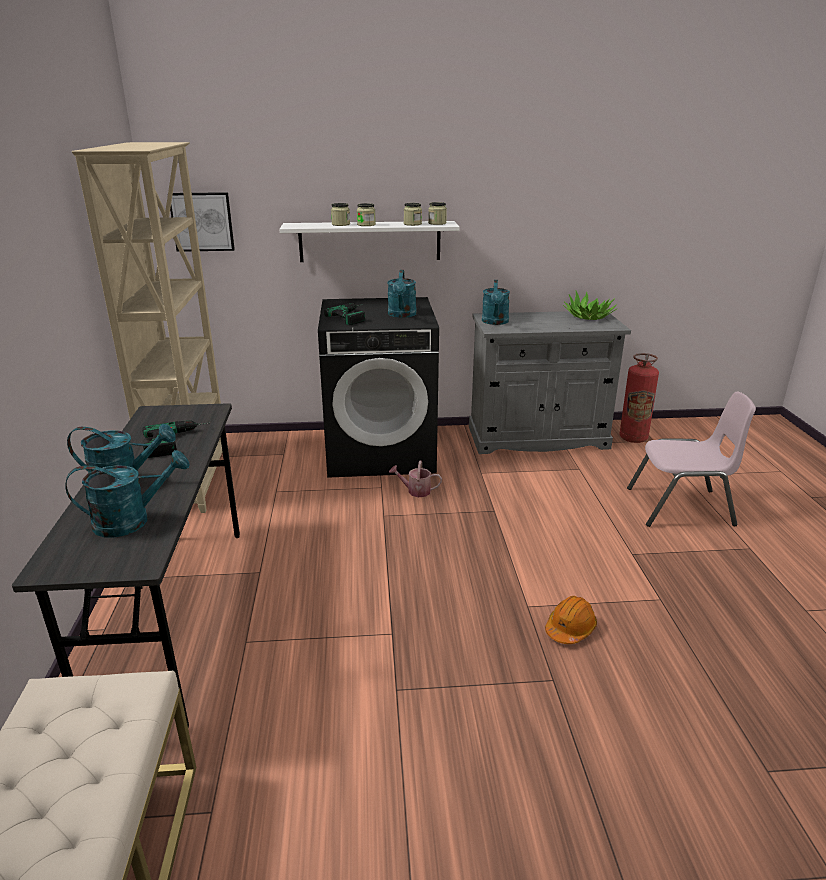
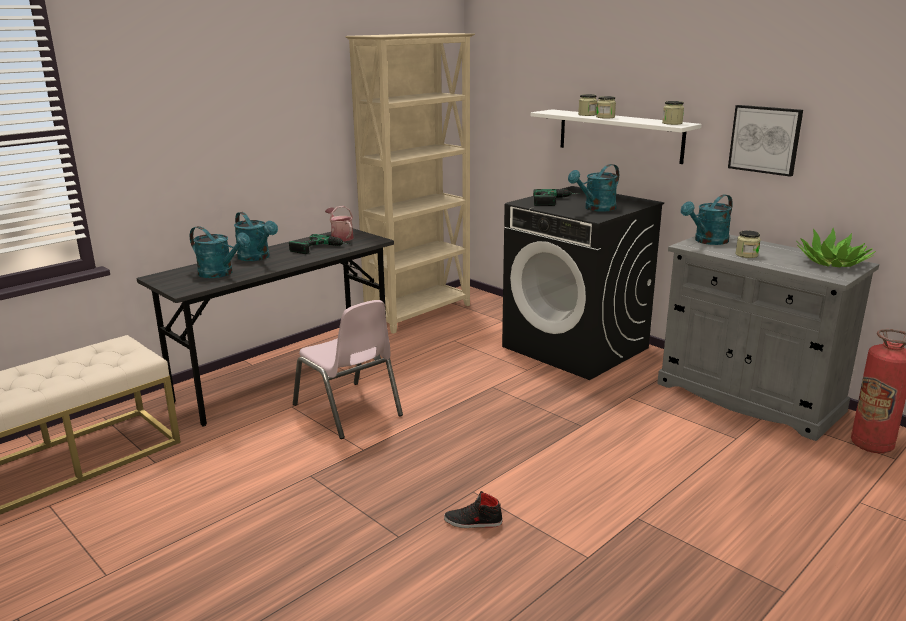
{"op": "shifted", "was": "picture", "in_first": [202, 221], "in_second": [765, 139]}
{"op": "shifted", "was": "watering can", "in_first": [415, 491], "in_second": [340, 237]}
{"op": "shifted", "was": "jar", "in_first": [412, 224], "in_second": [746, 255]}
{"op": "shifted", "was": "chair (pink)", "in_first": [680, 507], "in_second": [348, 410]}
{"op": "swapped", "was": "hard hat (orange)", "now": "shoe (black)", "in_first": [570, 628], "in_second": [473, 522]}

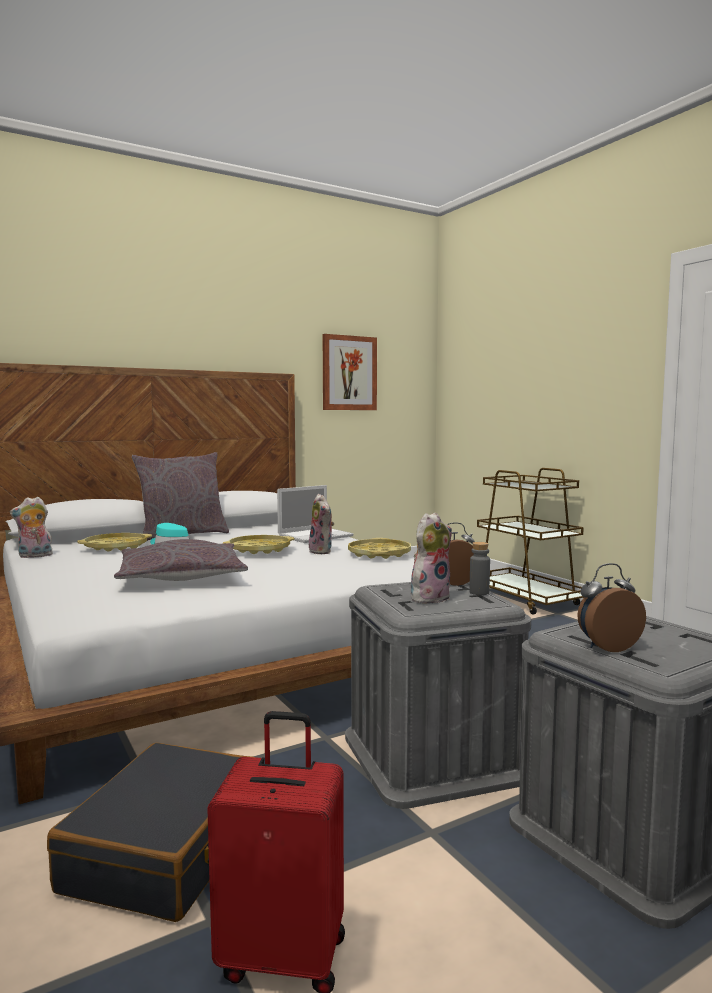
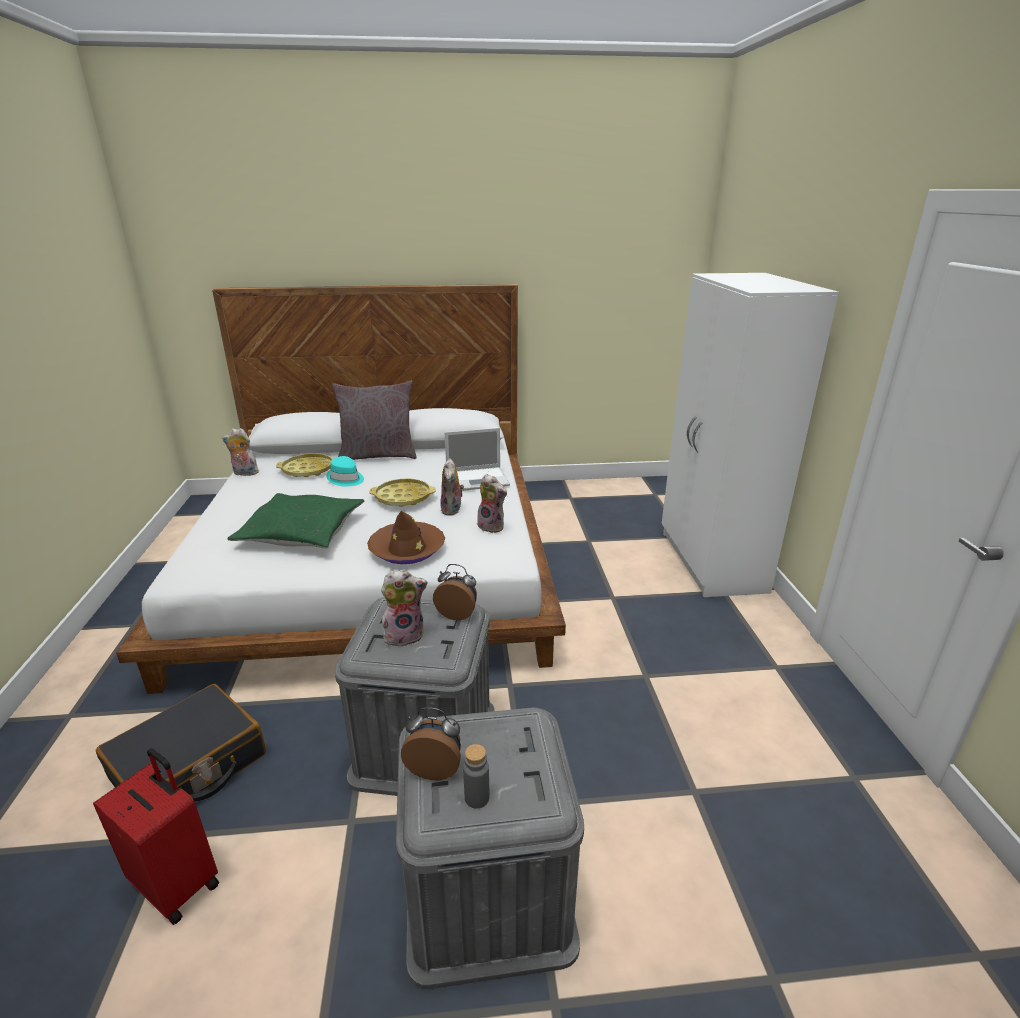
{"op": "gone", "was": "picture", "in_first": [349, 373]}
{"op": "new", "now": "hat (brown)", "in_second": [407, 549]}
{"op": "shifted", "was": "bottle (grey)", "in_first": [479, 592], "in_second": [477, 798]}
{"op": "swapped", "was": "tray (yellow)", "now": "plush toy", "in_first": [379, 554], "in_second": [492, 526]}
{"op": "swapped", "was": "cart (brown)", "now": "wardrobe (white)", "in_first": [526, 600], "in_second": [711, 562]}
{"op": "repainted", "was": "pillow (grey)", "now": "pillow (green)", "in_first": [181, 577], "in_second": [302, 532]}

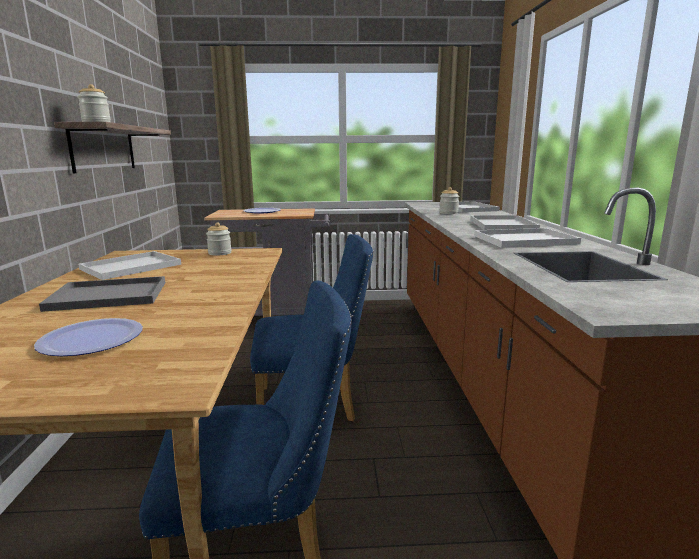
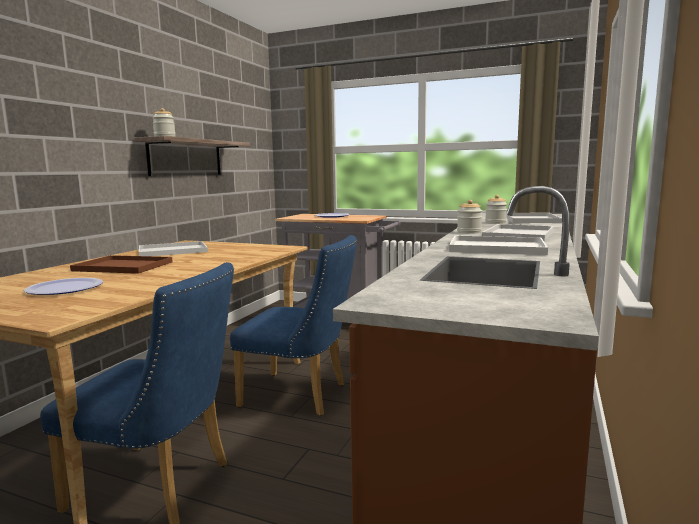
{"op": "shifted", "was": "jar", "in_first": [220, 253], "in_second": [469, 232]}
{"op": "repainted", "was": "tray (grey)", "now": "tray (brown)", "in_first": [106, 296], "in_second": [121, 266]}

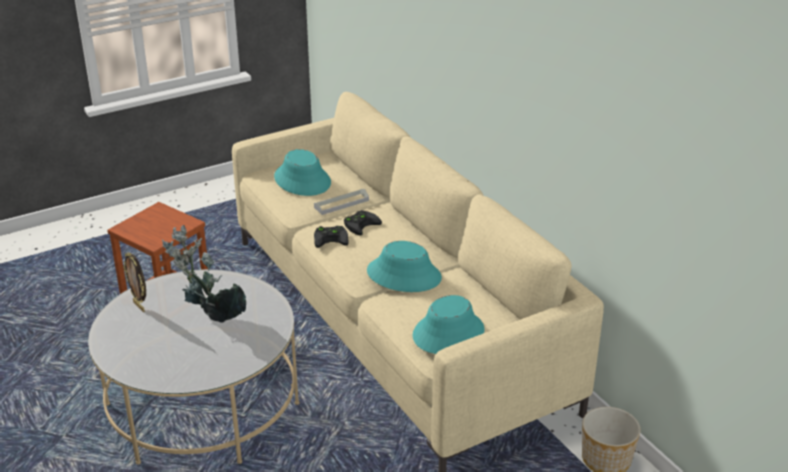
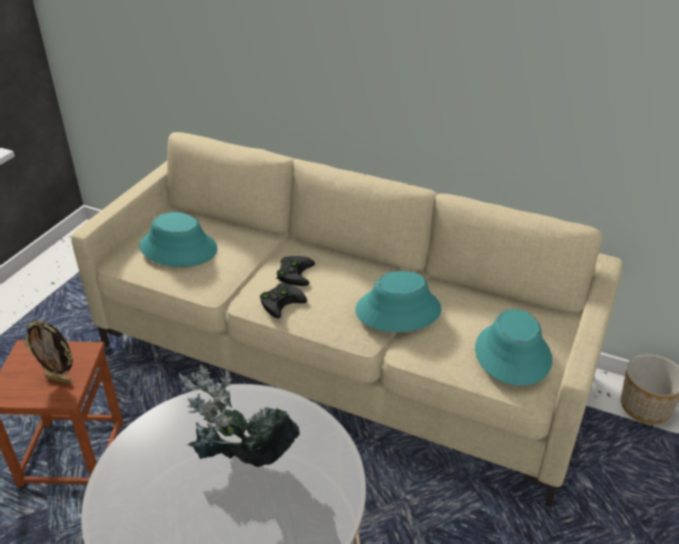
{"op": "gone", "was": "tray (grey)", "in_first": [341, 204]}
{"op": "shifted", "was": "picture frame", "in_first": [140, 306], "in_second": [60, 380]}

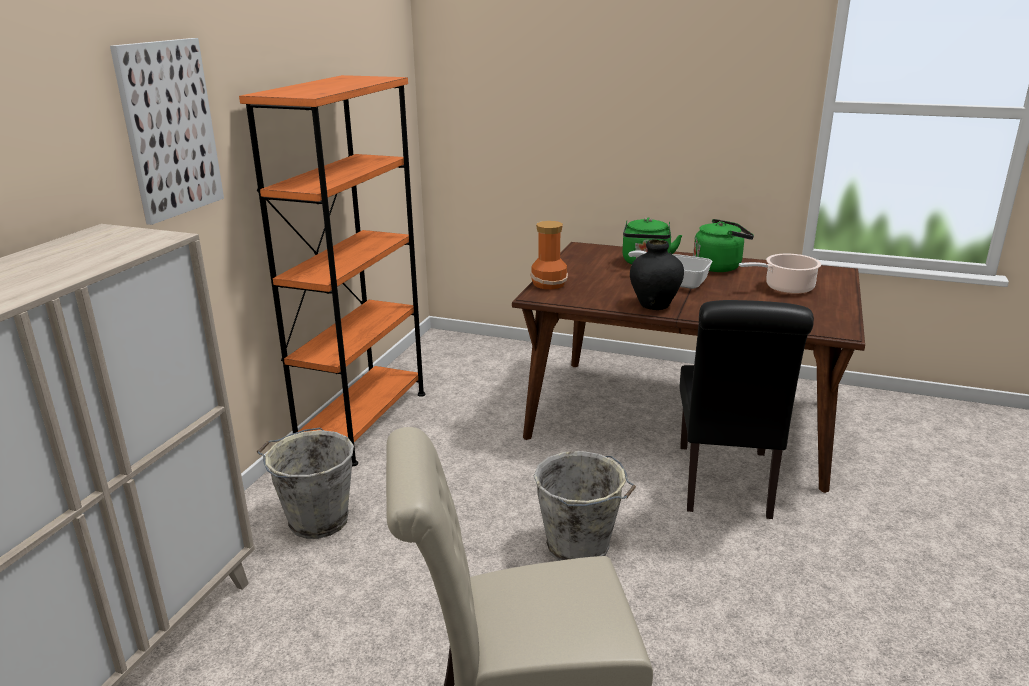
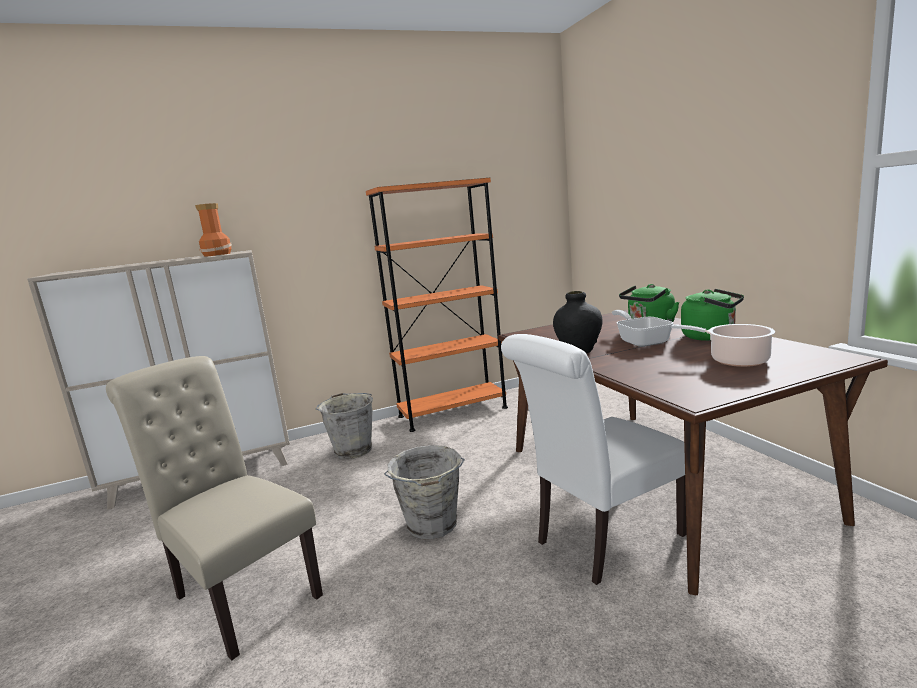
{"op": "gone", "was": "picture", "in_first": [169, 129]}
{"op": "shifted", "was": "vase", "in_first": [548, 283], "in_second": [218, 254]}
{"op": "repainted", "was": "chair (black)", "now": "chair (white)", "in_first": [725, 485], "in_second": [603, 541]}

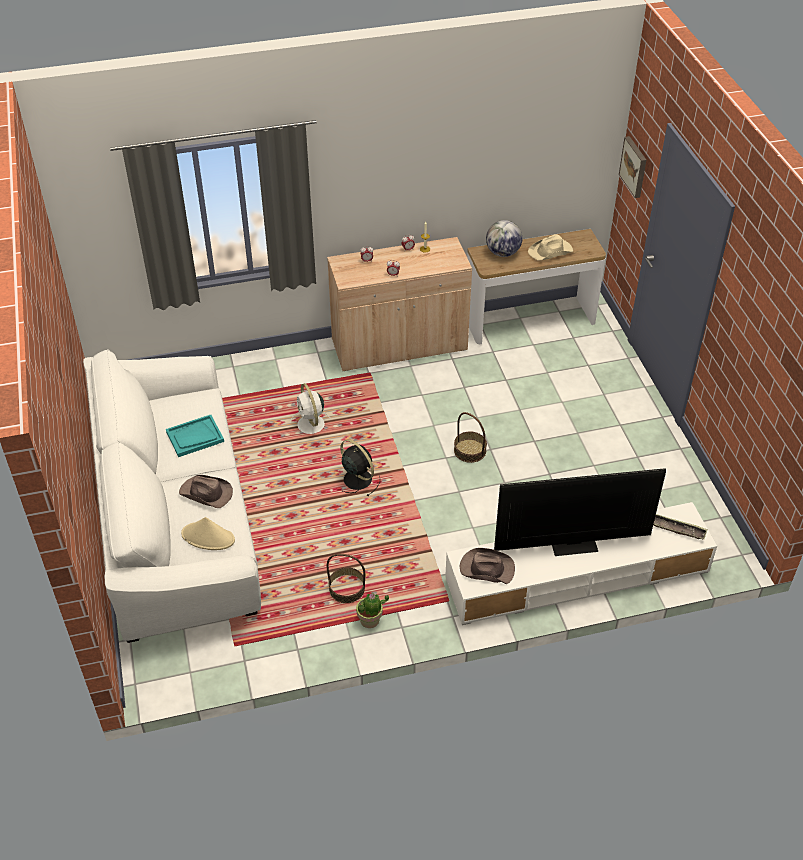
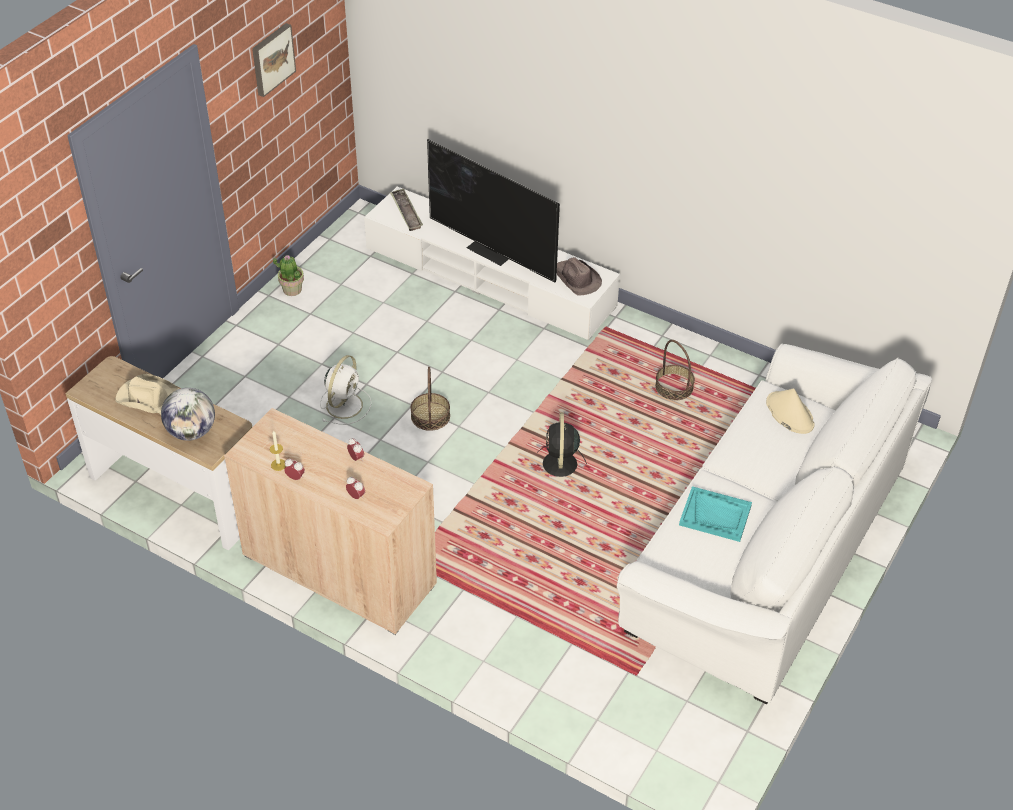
{"op": "gone", "was": "hat (brown)", "in_first": [206, 493]}
{"op": "shifted", "was": "fan (white)", "in_first": [311, 425], "in_second": [345, 404]}
{"op": "shifted", "was": "potted plant", "in_first": [370, 620], "in_second": [292, 289]}
{"op": "shifted", "was": "picture", "in_first": [634, 166], "in_second": [272, 59]}

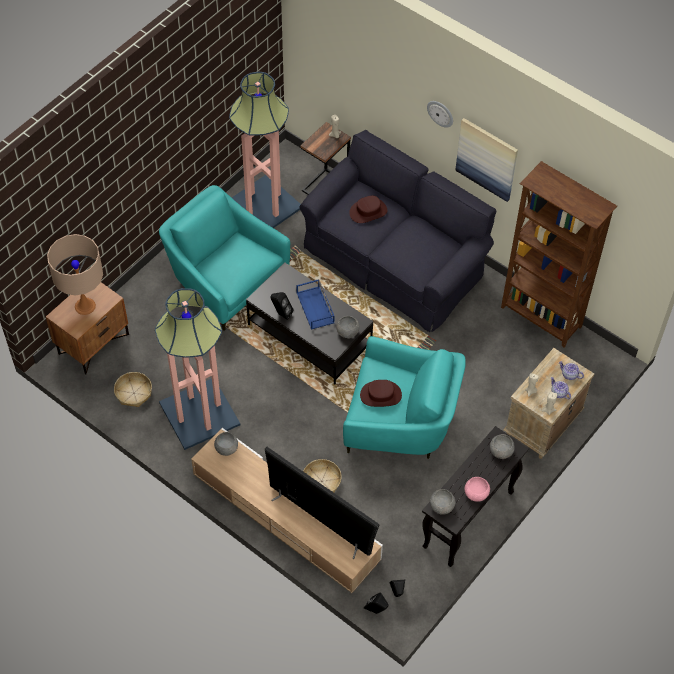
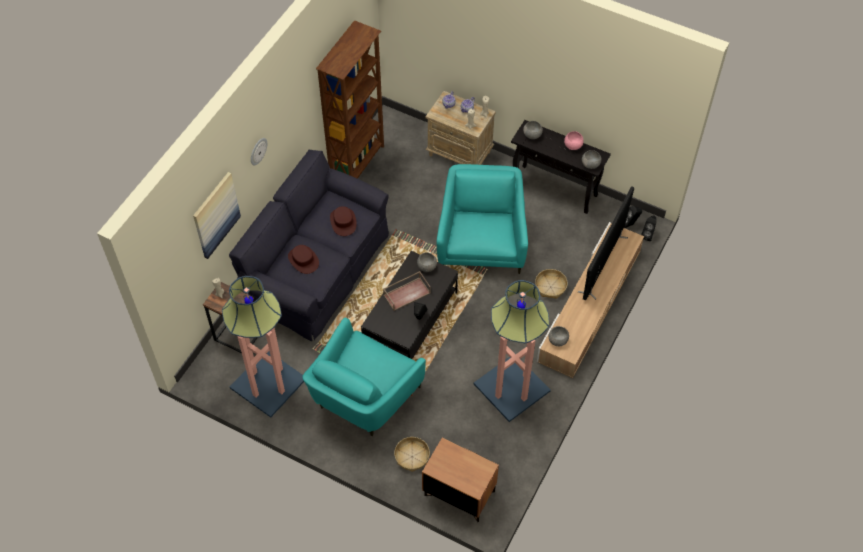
{"op": "gone", "was": "table lamp (beige)", "in_first": [85, 306]}
{"op": "shifted", "was": "basket", "in_first": [133, 393], "in_second": [412, 456]}
{"op": "shifted", "was": "hat (brown)", "in_first": [380, 395], "in_second": [343, 222]}
{"op": "shifted", "was": "picture", "in_first": [487, 159], "in_second": [215, 215]}
{"op": "repainted", "was": "tray (blue)", "now": "tray (brown)", "in_first": [316, 308], "in_second": [407, 293]}

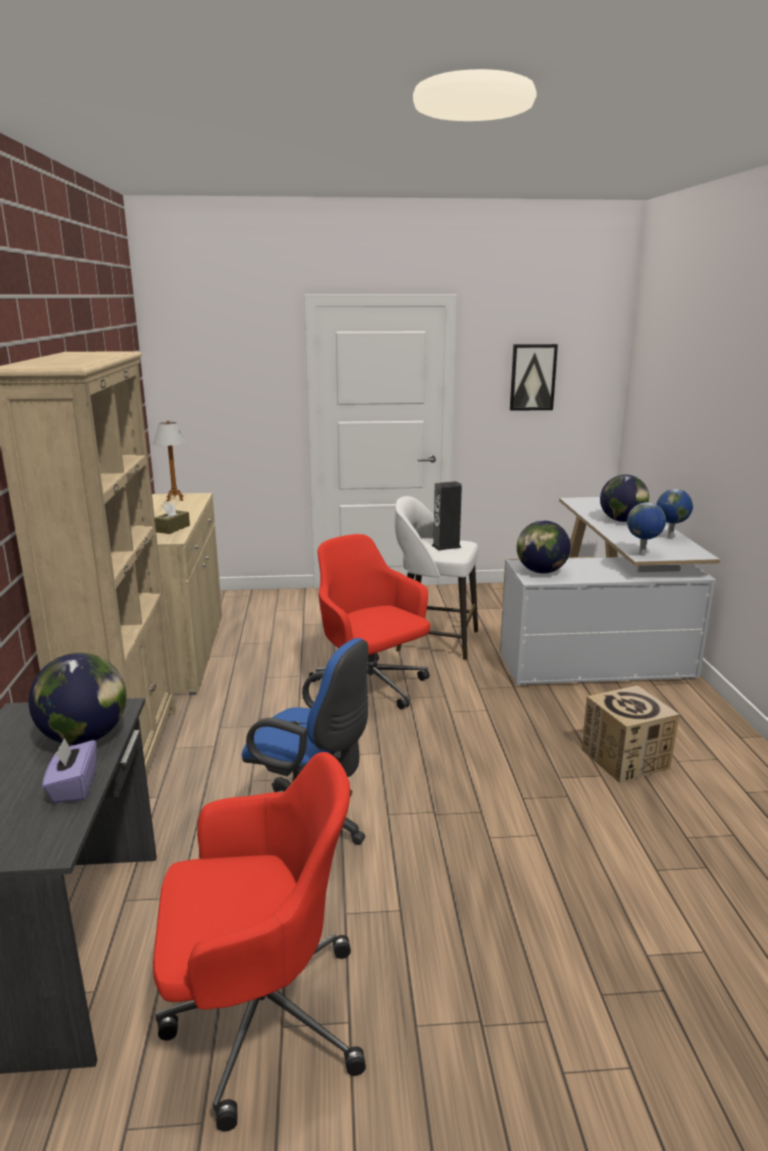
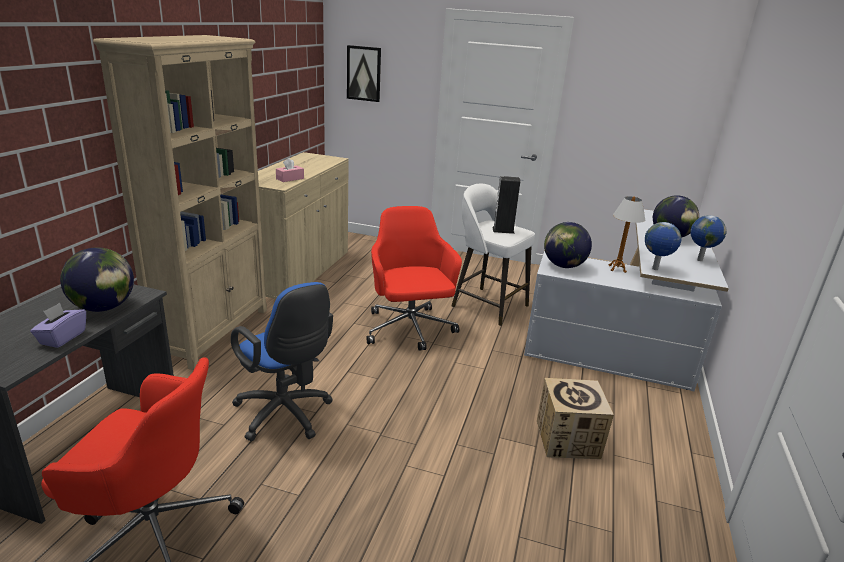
{"op": "shifted", "was": "table lamp", "in_first": [175, 499], "in_second": [617, 269]}
{"op": "shifted", "was": "picture", "in_first": [532, 377], "in_second": [364, 73]}
{"op": "repainted", "was": "tissue box (brown)", "now": "tissue box (pink)", "in_first": [172, 528], "in_second": [290, 179]}

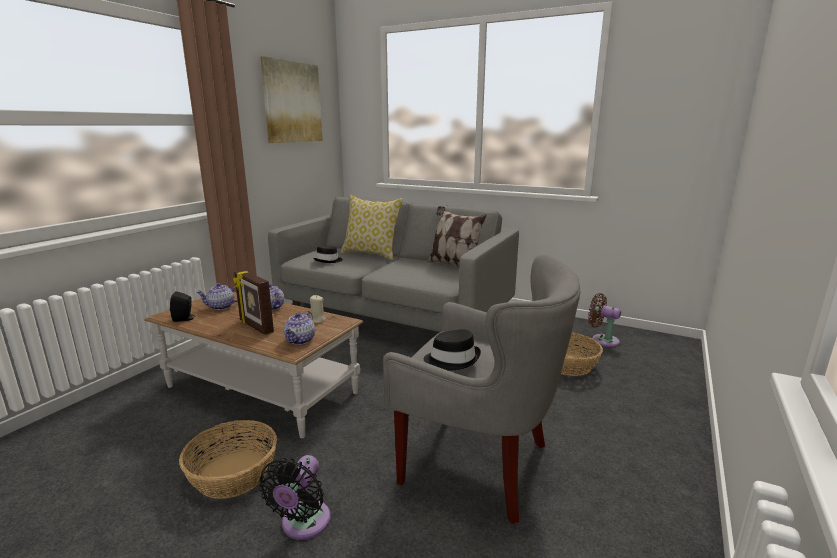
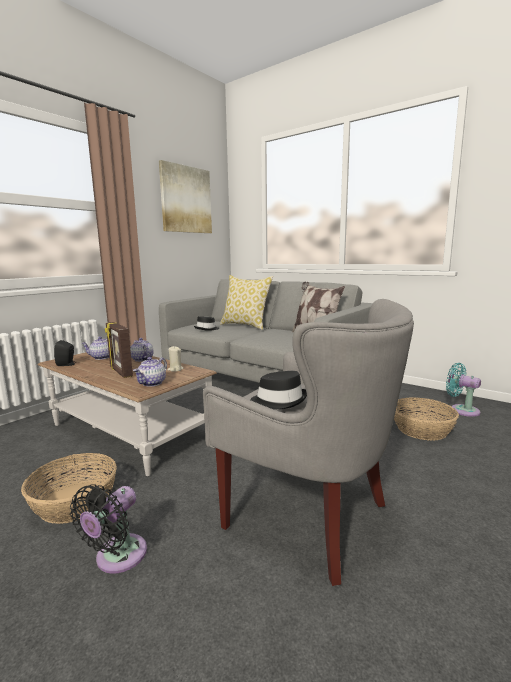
{"op": "repainted", "was": "fan (brown)", "now": "fan (turquoise)", "in_first": [602, 340], "in_second": [461, 410]}

